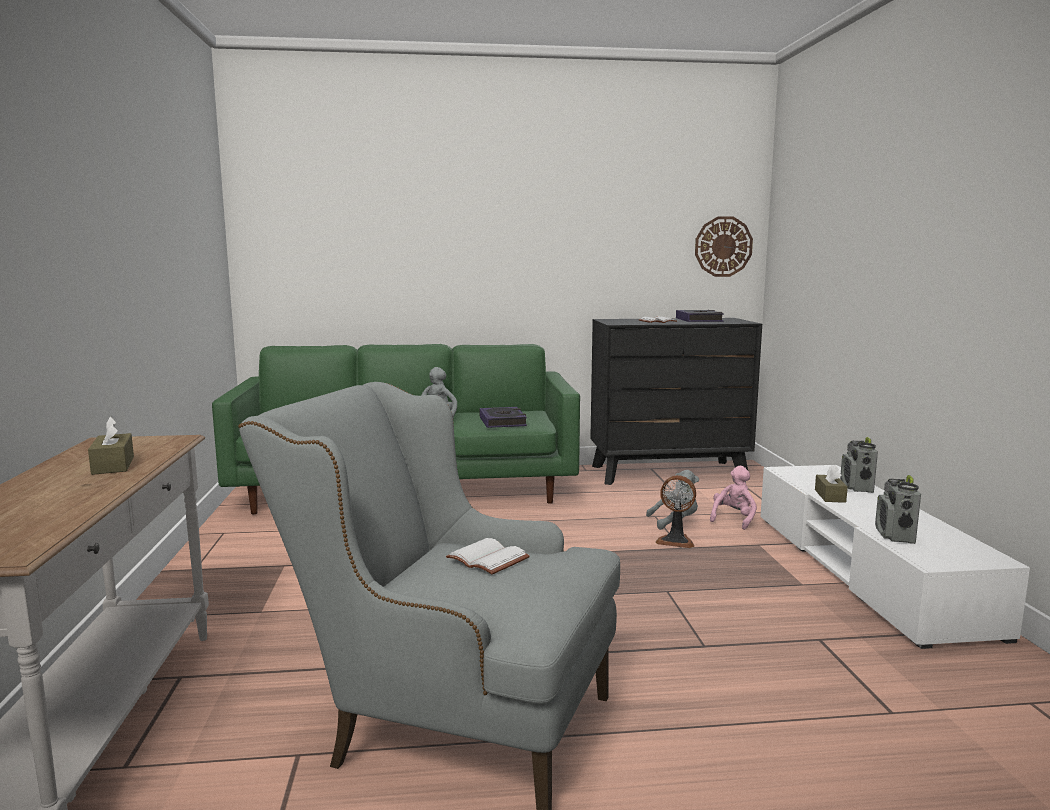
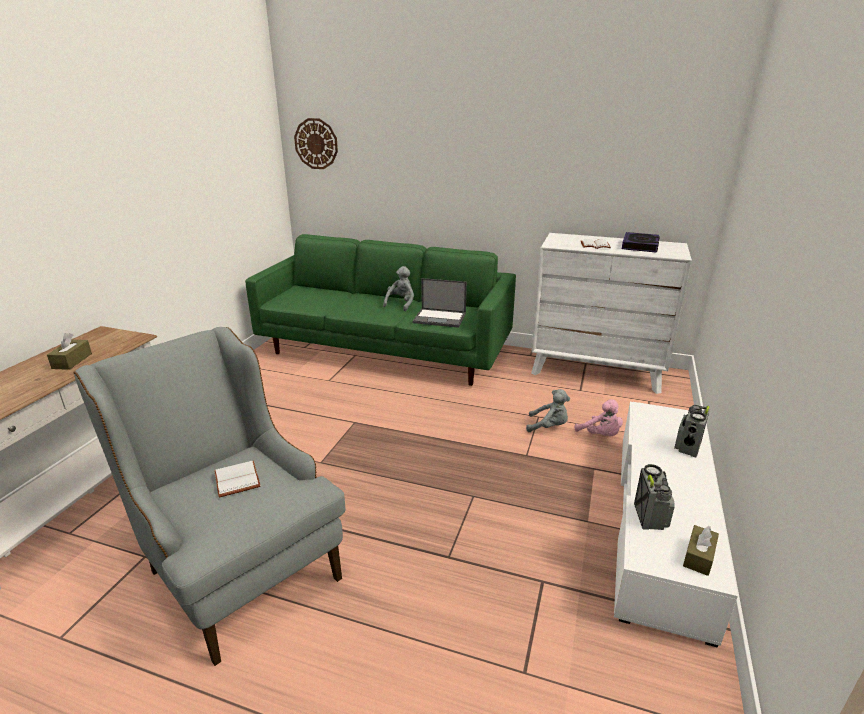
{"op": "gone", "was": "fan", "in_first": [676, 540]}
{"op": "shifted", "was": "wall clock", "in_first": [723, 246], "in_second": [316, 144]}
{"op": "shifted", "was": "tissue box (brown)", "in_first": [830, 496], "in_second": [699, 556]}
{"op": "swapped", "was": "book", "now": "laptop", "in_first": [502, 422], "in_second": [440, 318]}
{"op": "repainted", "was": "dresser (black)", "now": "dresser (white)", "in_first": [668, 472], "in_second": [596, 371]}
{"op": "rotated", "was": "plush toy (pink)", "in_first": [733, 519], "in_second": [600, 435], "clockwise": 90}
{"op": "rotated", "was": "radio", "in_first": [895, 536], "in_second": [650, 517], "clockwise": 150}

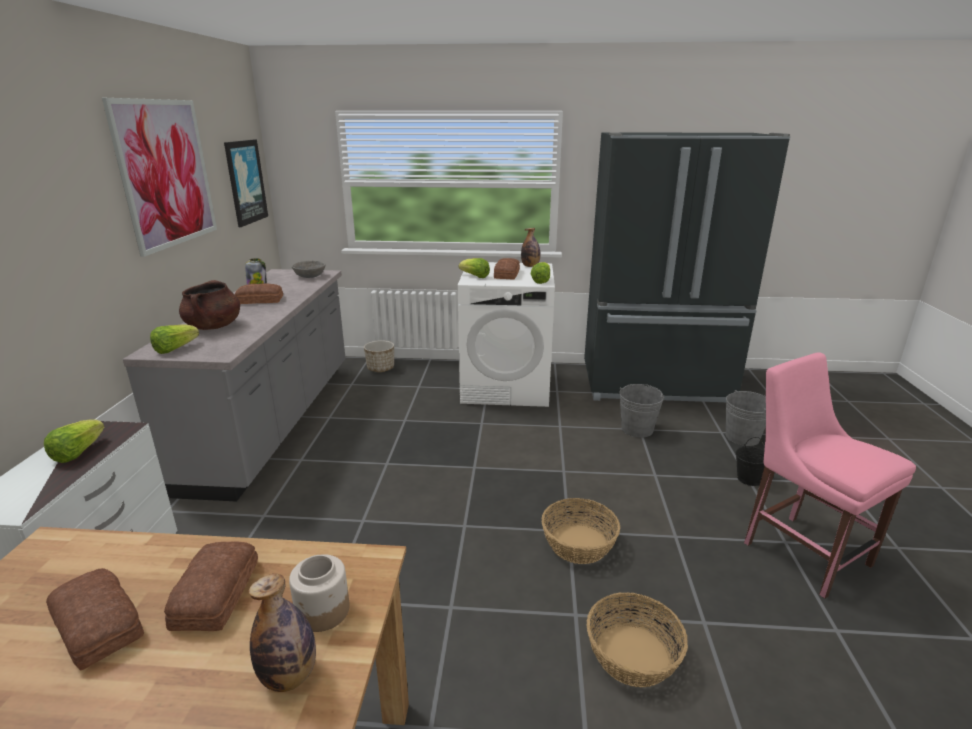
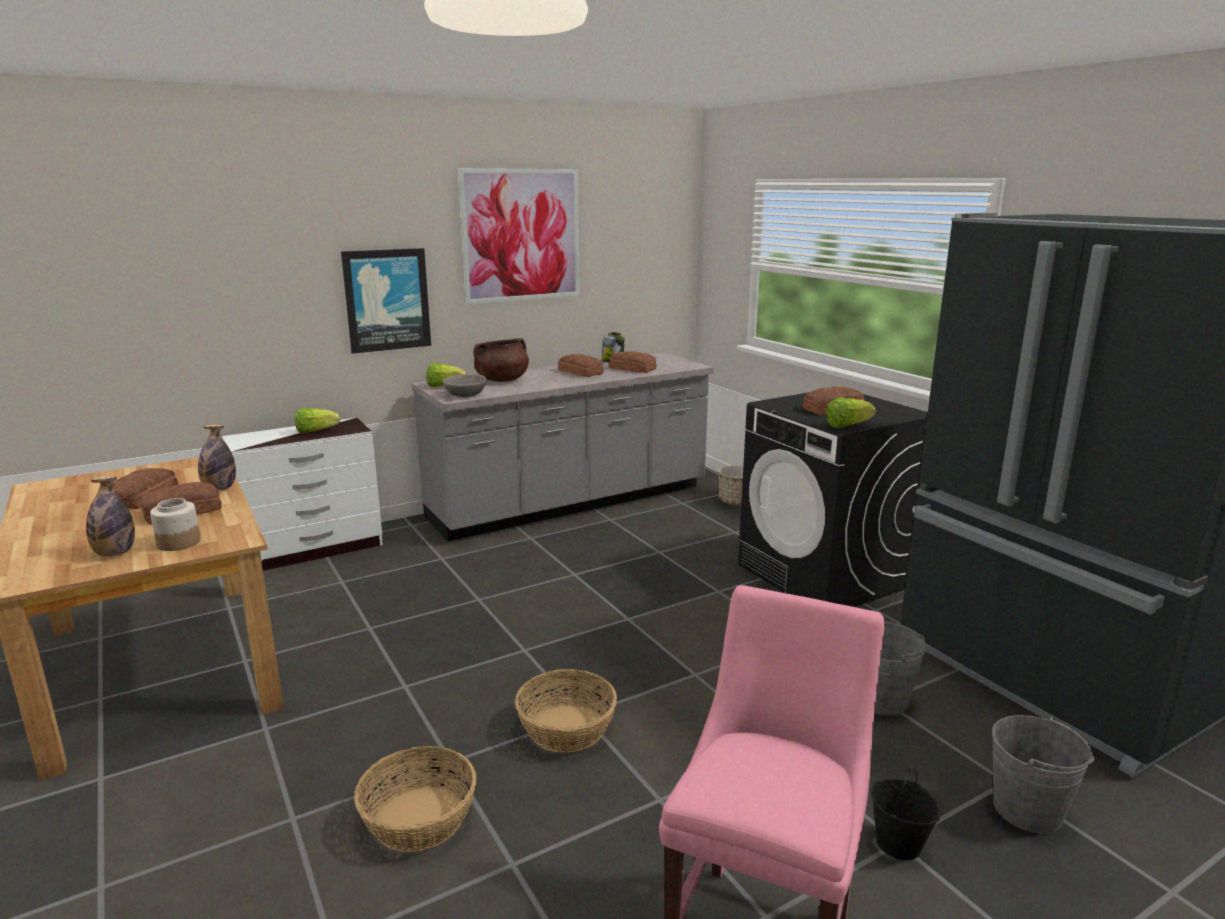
{"op": "gone", "was": "lettuce", "in_first": [475, 276]}
{"op": "new", "now": "bread", "in_second": [632, 368]}
{"op": "shifted", "was": "picture", "in_first": [245, 182], "in_second": [387, 300]}
{"op": "shifted", "was": "bowl (grey)", "in_first": [310, 276], "in_second": [466, 395]}
{"op": "shifted", "was": "bottle", "in_first": [530, 266], "in_second": [219, 489]}
{"op": "repainted", "was": "washing machine (white)", "now": "washing machine (black)", "in_first": [506, 387], "in_second": [824, 576]}

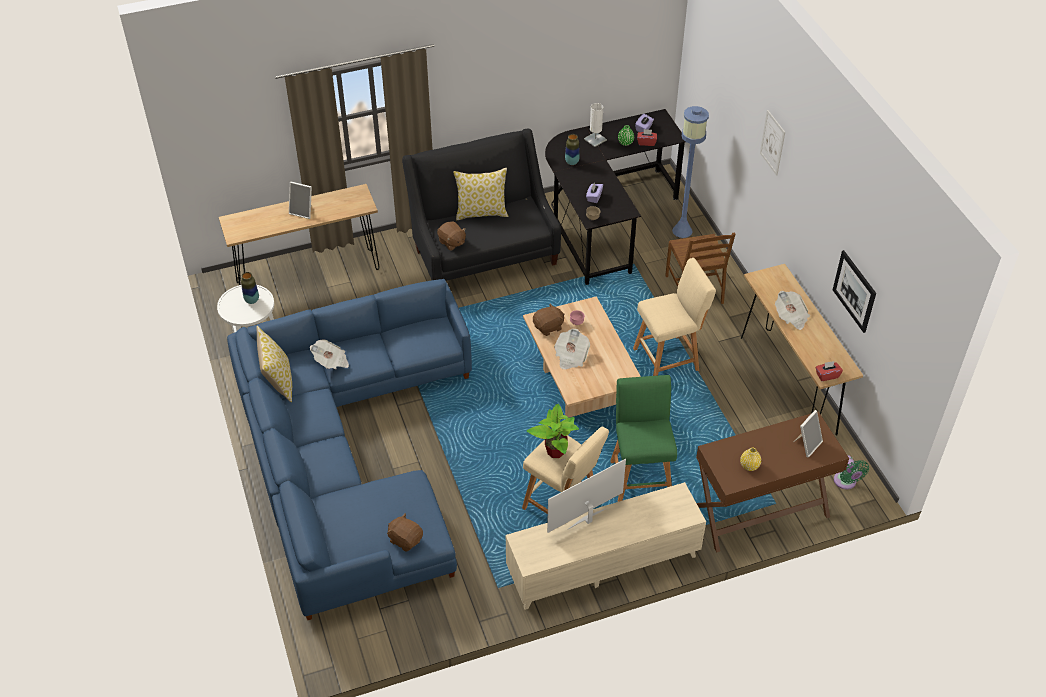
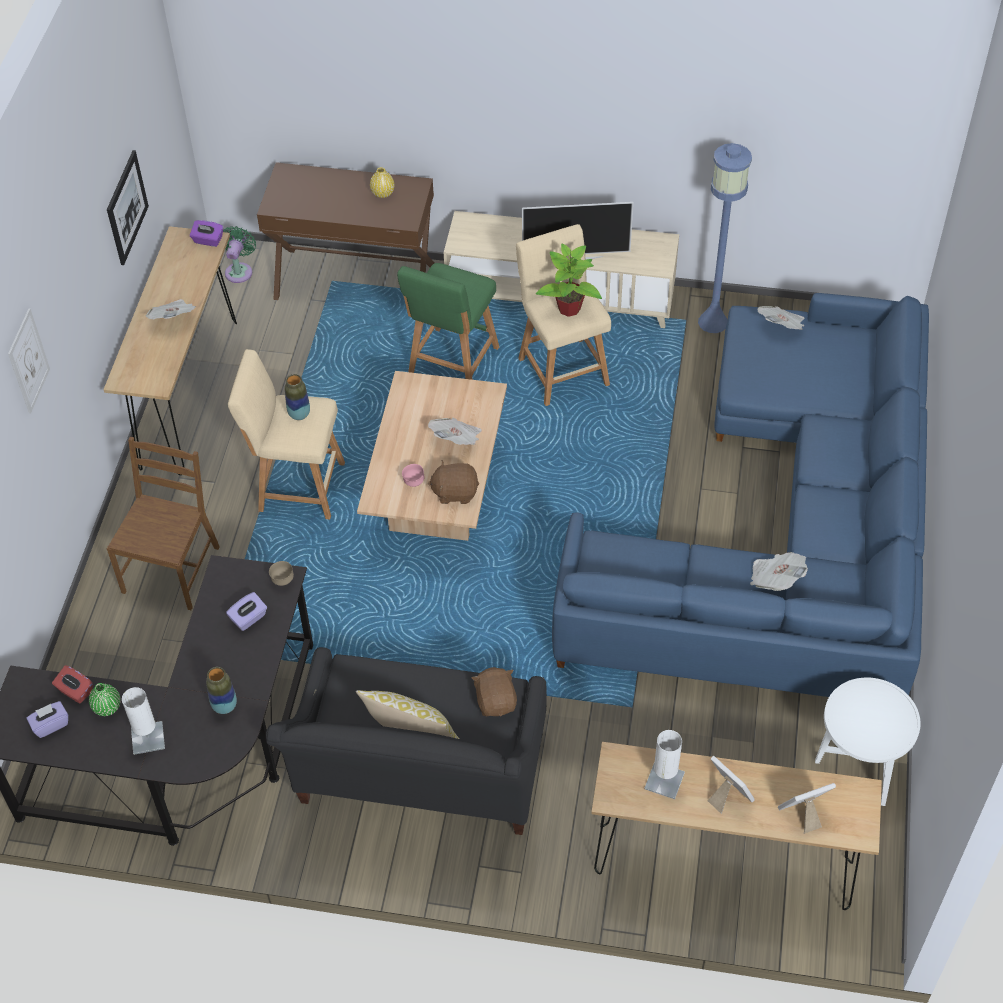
{"op": "gone", "was": "pillow", "in_first": [278, 382]}
{"op": "new", "now": "table lamp (white)", "in_second": [664, 780]}
{"op": "shifted", "was": "vase", "in_first": [252, 300], "in_second": [299, 414]}
{"op": "shifted", "was": "floor lamp (blue)", "in_first": [682, 231], "in_second": [713, 322]}
{"op": "shifted", "was": "picture frame", "in_first": [807, 444], "in_second": [803, 814]}
{"op": "swapped", "was": "plush toy (brown)", "now": "newspaper", "in_first": [405, 539], "in_second": [781, 326]}
{"op": "repainted", "was": "tissue box (red)", "now": "tissue box (purple)", "in_first": [827, 375], "in_second": [208, 240]}

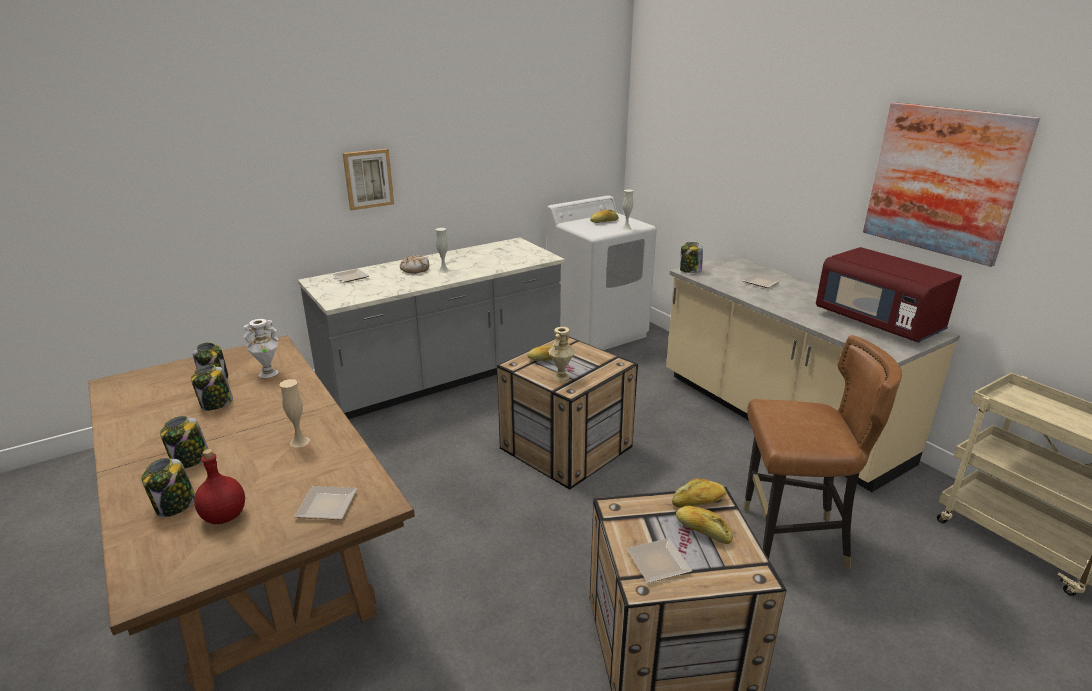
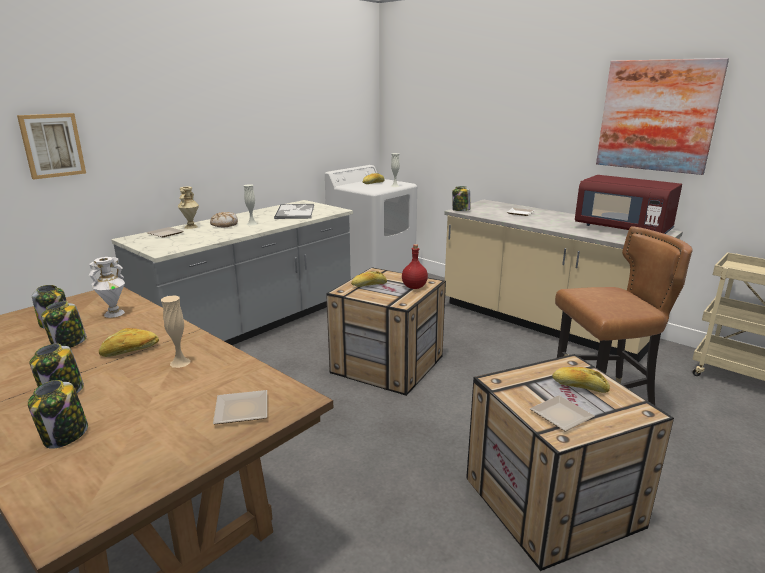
{"op": "new", "now": "tray", "in_second": [295, 212]}
{"op": "shifted", "was": "bottle (red)", "in_first": [225, 516], "in_second": [414, 287]}
{"op": "shifted", "was": "picture", "in_first": [368, 179], "in_second": [52, 145]}
{"op": "shifted", "was": "vase (beige)", "in_first": [561, 377], "in_second": [191, 227]}
{"op": "shifted", "was": "bread", "in_first": [699, 502], "in_second": [130, 350]}

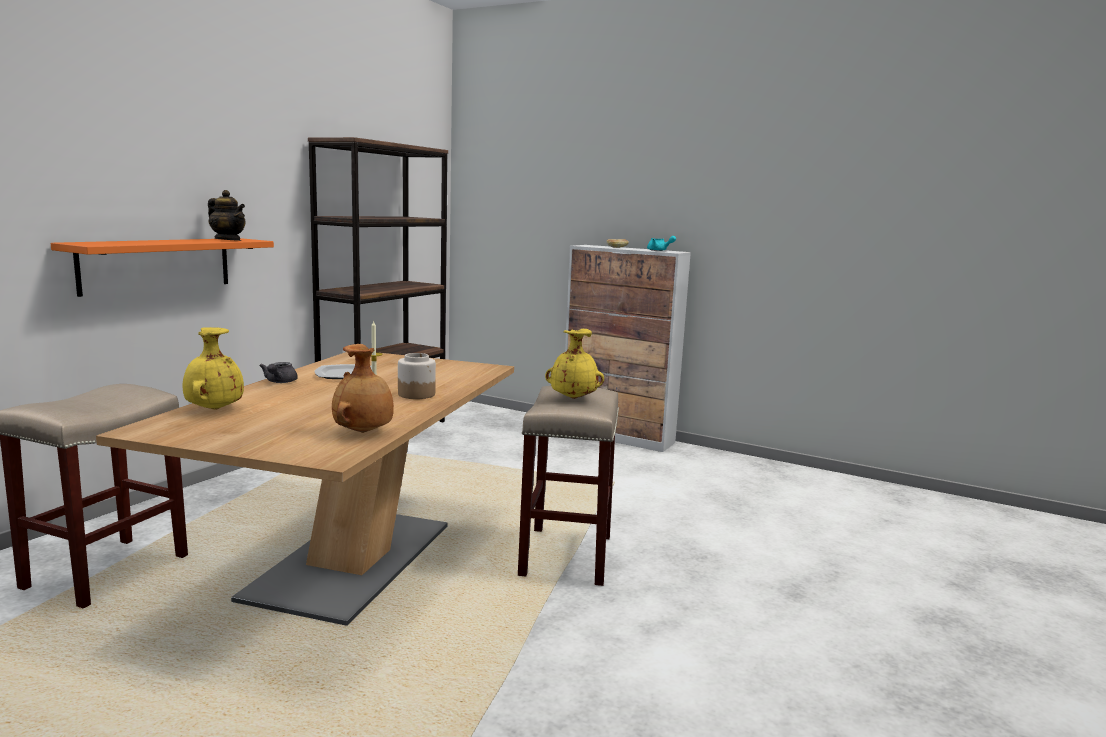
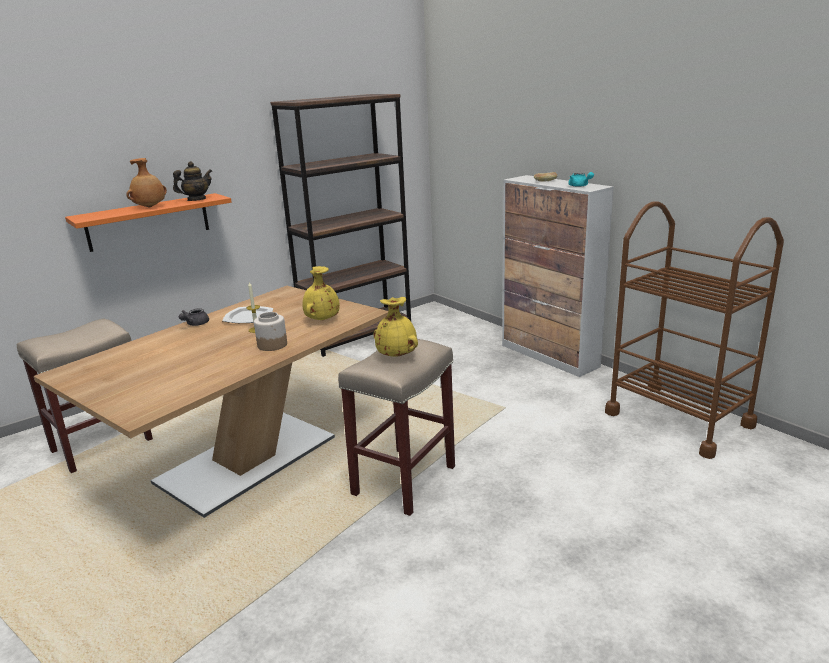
{"op": "new", "now": "cart (brown)", "in_second": [678, 419]}
{"op": "shifted", "was": "vase (yellow)", "in_first": [213, 409], "in_second": [322, 320]}
{"op": "shifted", "was": "vase (brown)", "in_first": [364, 432], "in_second": [150, 207]}
{"op": "rotated", "was": "teapot", "in_first": [228, 240], "in_second": [196, 200], "clockwise": -90}

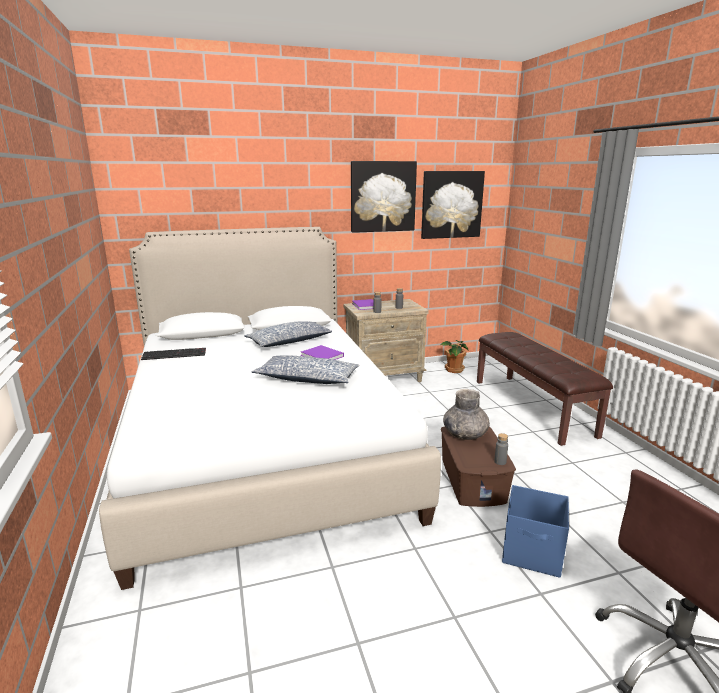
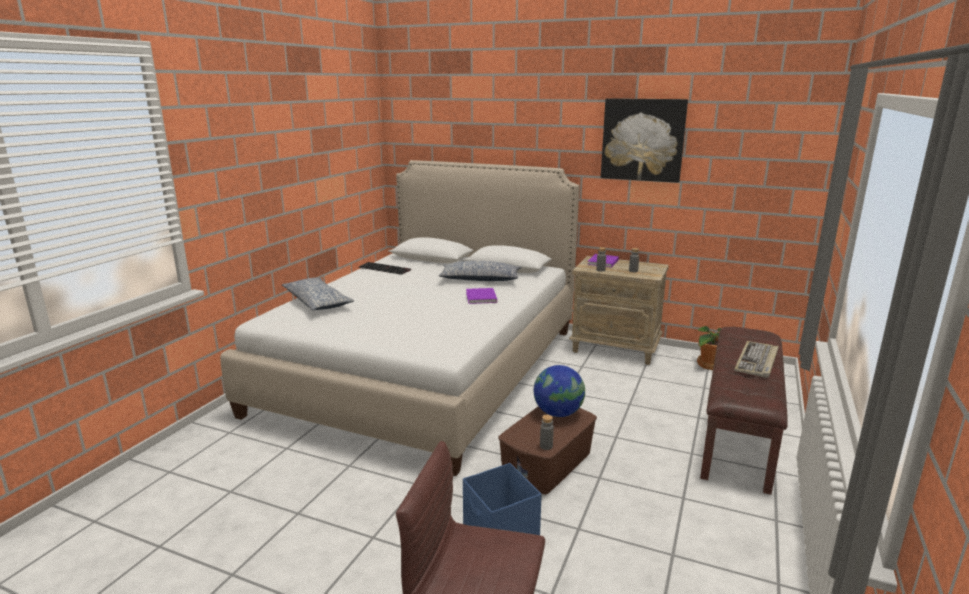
{"op": "gone", "was": "picture", "in_first": [451, 204]}
{"op": "new", "now": "keyboard", "in_second": [757, 361]}
{"op": "shifted", "was": "pillow", "in_first": [307, 379], "in_second": [317, 302]}
{"op": "swapped", "was": "vase (grey)", "now": "globe", "in_first": [465, 434], "in_second": [558, 413]}

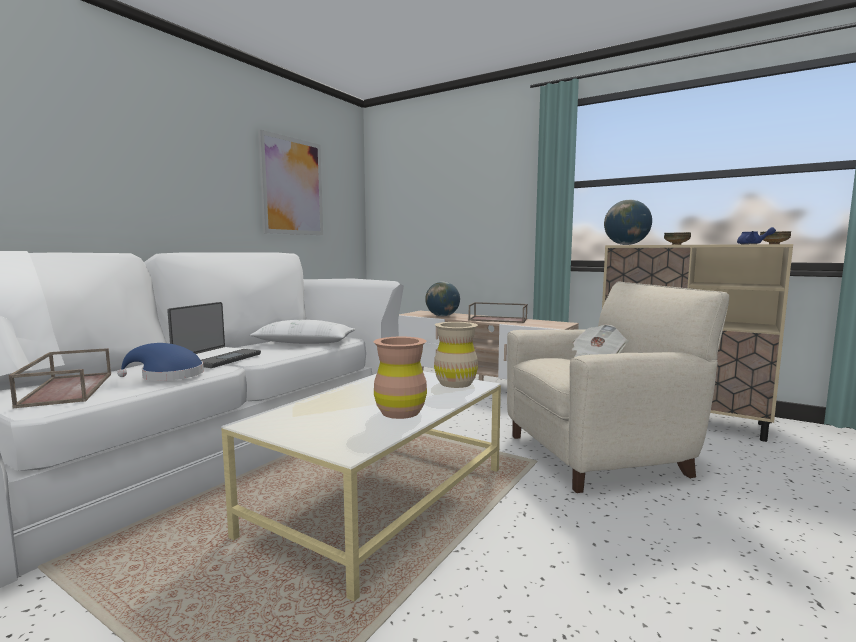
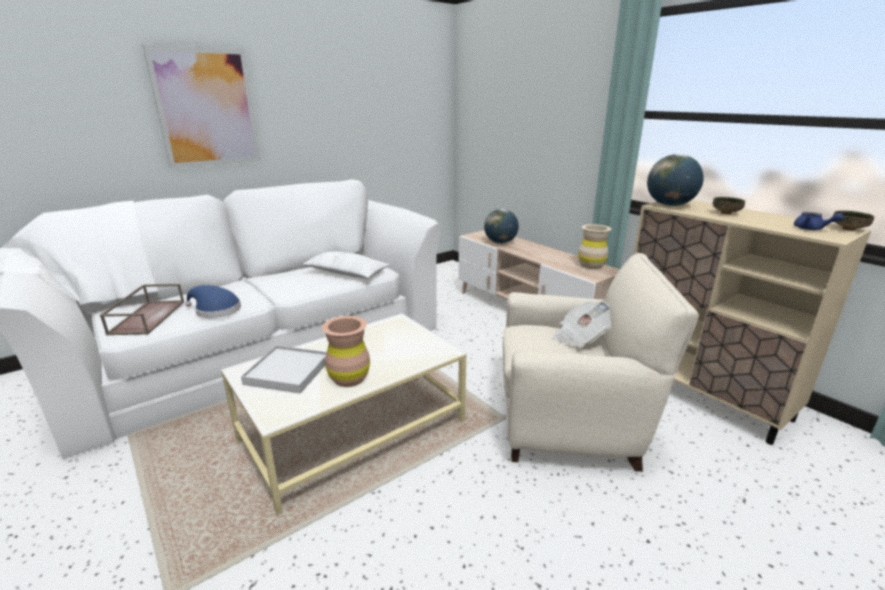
{"op": "gone", "was": "laptop", "in_first": [217, 358]}
{"op": "gone", "was": "tray (brown)", "in_first": [498, 319]}
{"op": "new", "now": "tray (white)", "in_second": [288, 371]}
{"op": "shifted", "was": "picture", "in_first": [292, 186], "in_second": [206, 108]}
{"op": "shifted", "was": "vase (beige)", "in_first": [455, 383], "in_second": [591, 265]}

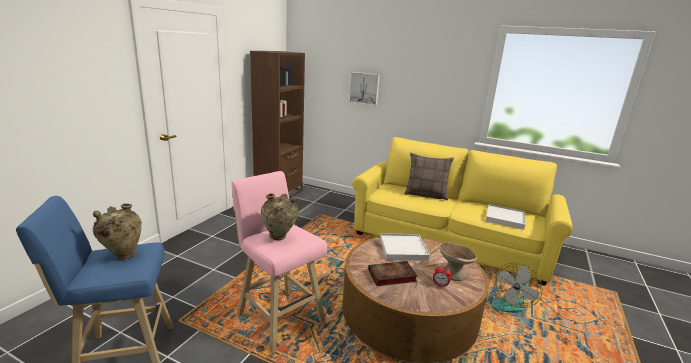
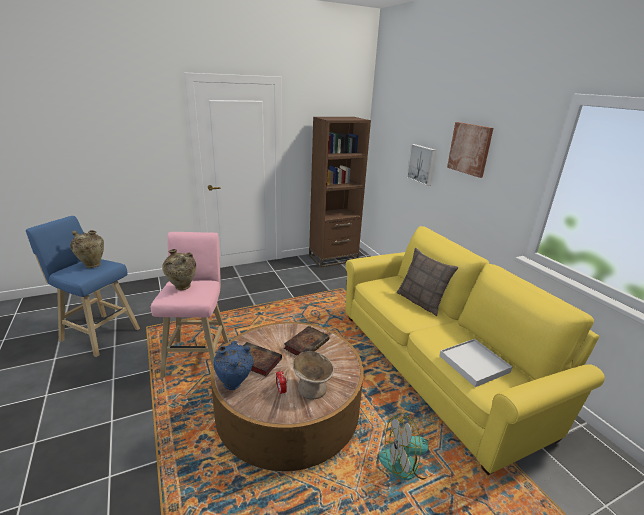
{"op": "new", "now": "vase (blue)", "in_second": [235, 385]}
{"op": "new", "now": "picture", "in_second": [470, 149]}
{"op": "swapped", "was": "tray (white)", "now": "book", "in_first": [403, 249], "in_second": [307, 344]}

